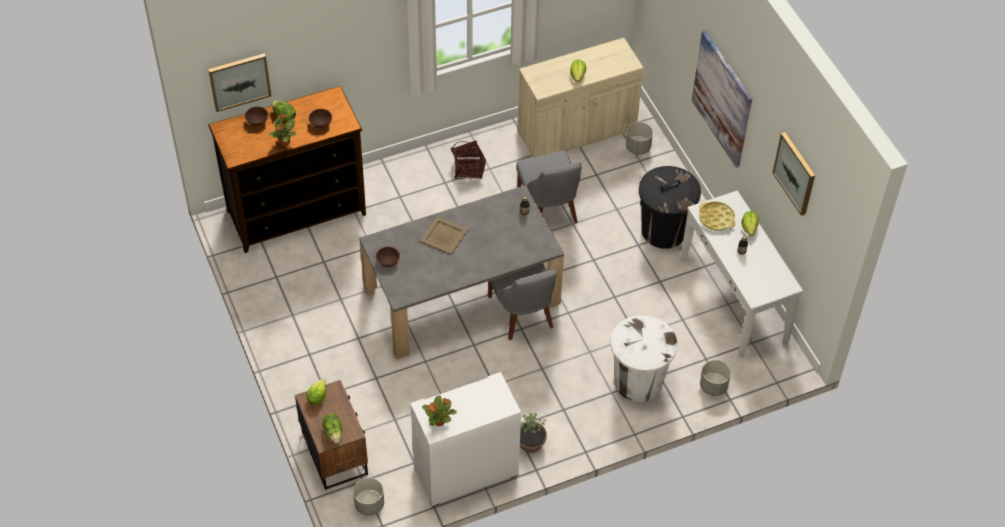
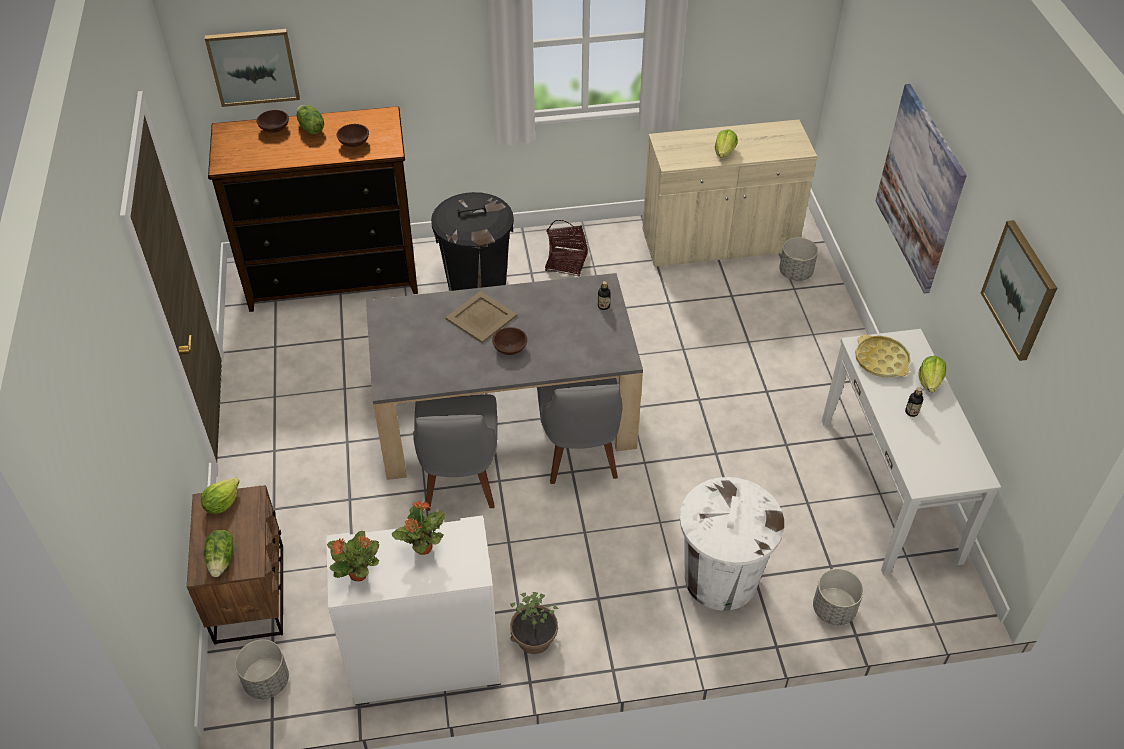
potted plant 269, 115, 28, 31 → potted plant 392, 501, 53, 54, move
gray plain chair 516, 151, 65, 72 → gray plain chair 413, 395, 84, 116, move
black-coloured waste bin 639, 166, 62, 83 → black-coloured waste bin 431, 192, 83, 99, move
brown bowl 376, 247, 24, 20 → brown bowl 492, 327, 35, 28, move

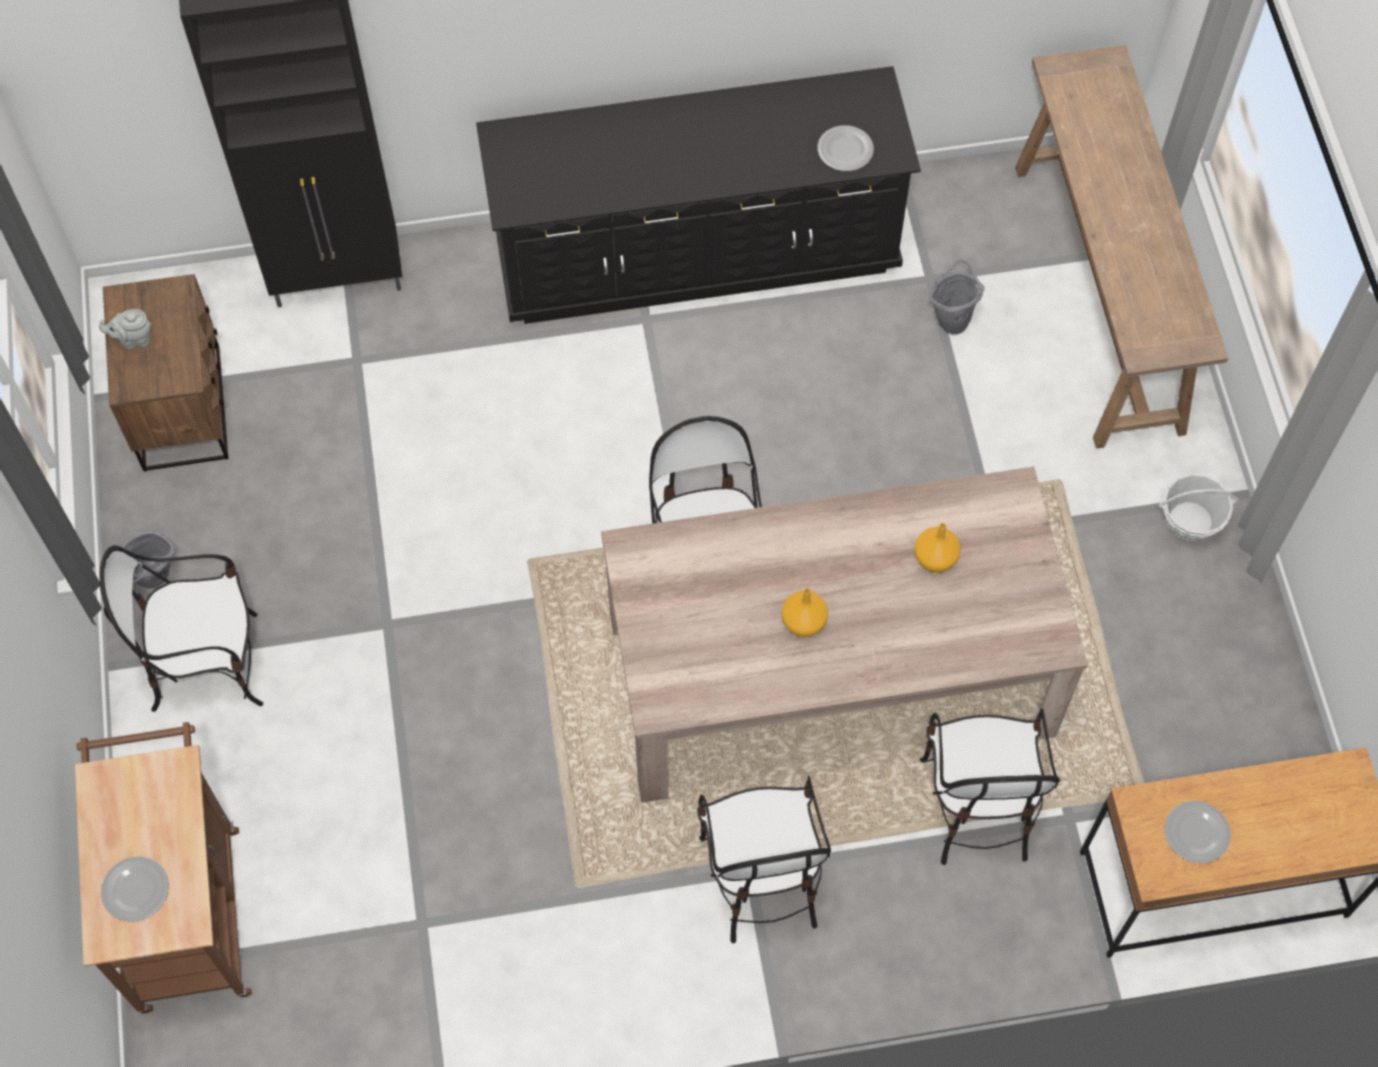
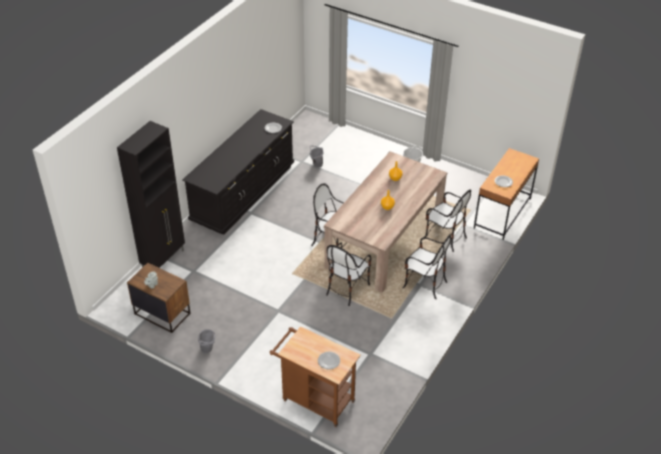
plain chair 99, 546, 164, 166 → plain chair 326, 243, 45, 63, move
brown narrow table 1015, 45, 213, 404 → -

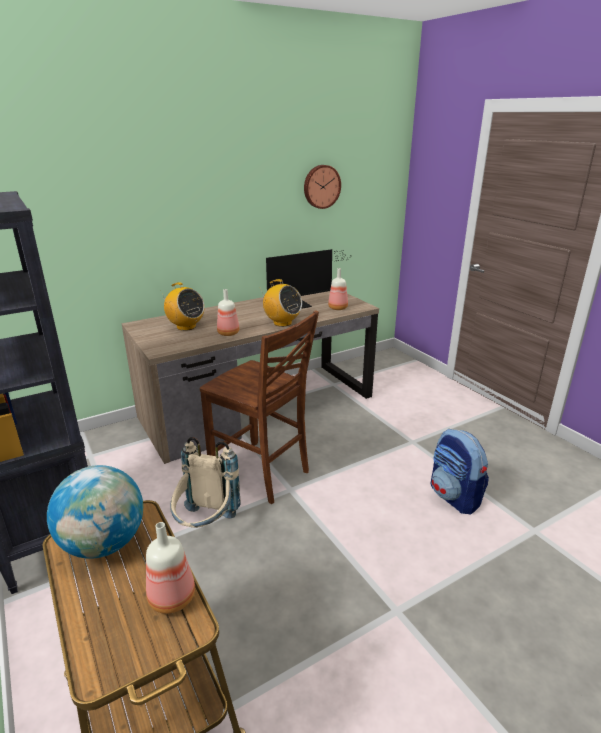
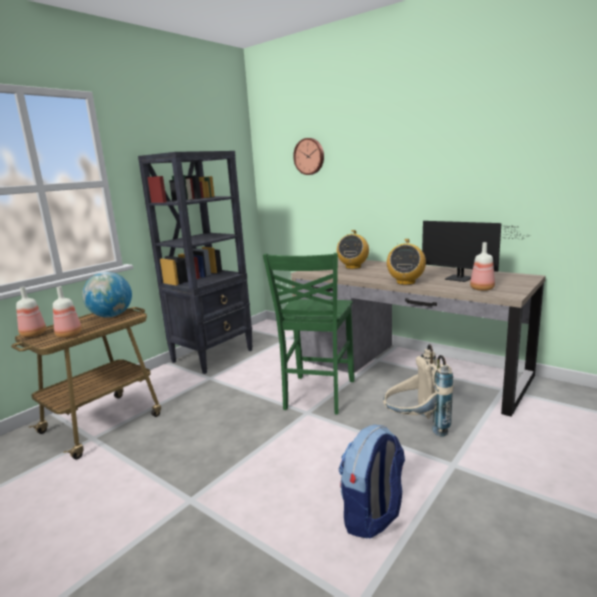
drink bottle 217, 289, 23, 47 → drink bottle 16, 287, 30, 50, move
brown plain chair 200, 310, 119, 194 → green-coloured plain chair 263, 253, 92, 162
clock on the wall 304, 165, 37, 44 → clock on the wall 293, 138, 31, 37, move
sand-coloured rucksack 170, 437, 71, 91 → sand-coloured rucksack 383, 344, 71, 93, move

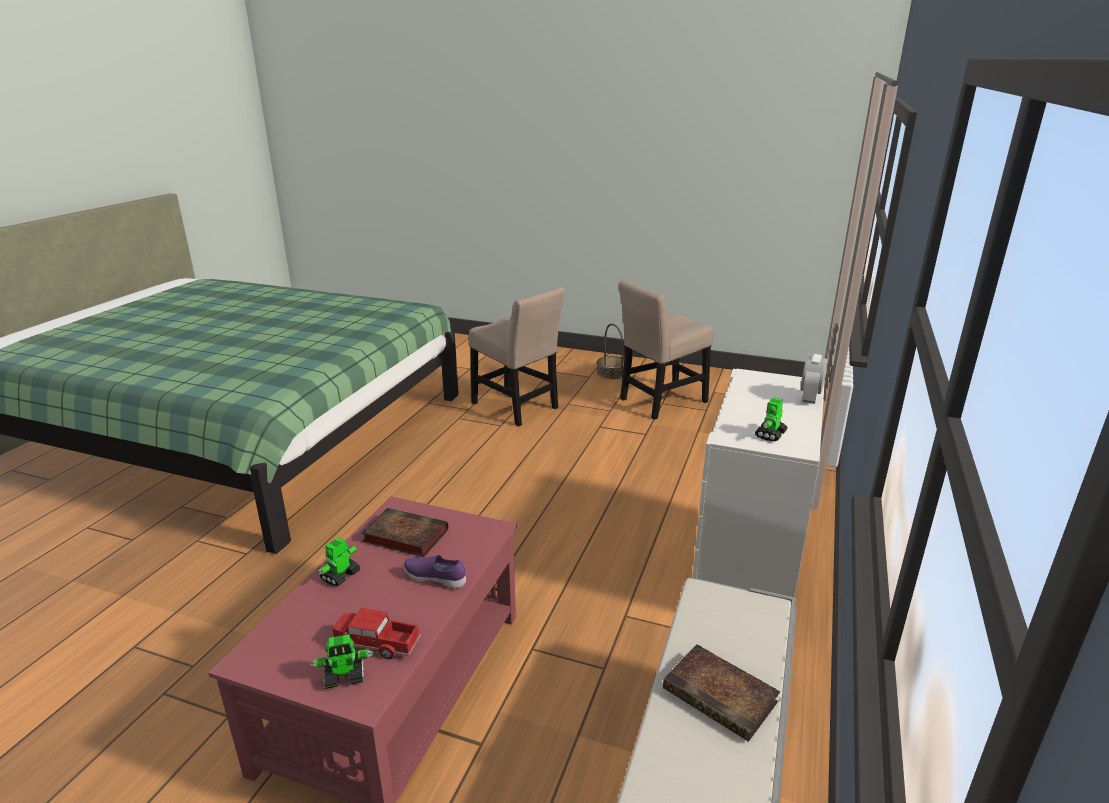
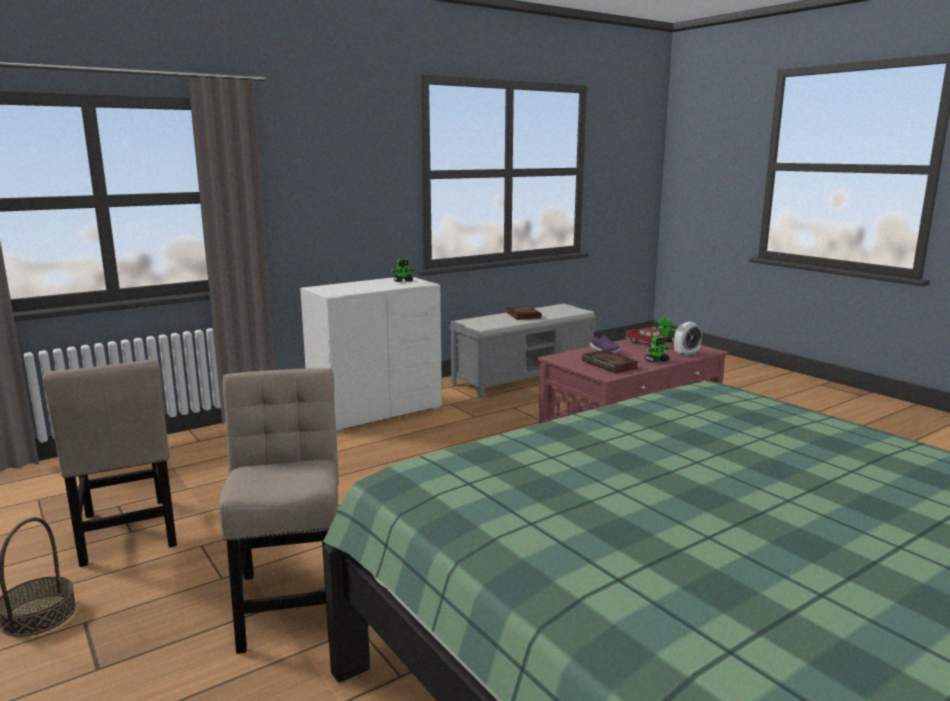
sand-coloured plain chair 618, 280, 95, 140 → sand-coloured plain chair 43, 359, 134, 208, 60 degrees clockwise
alarm clock 801, 354, 27, 50 → alarm clock 674, 322, 28, 34, move

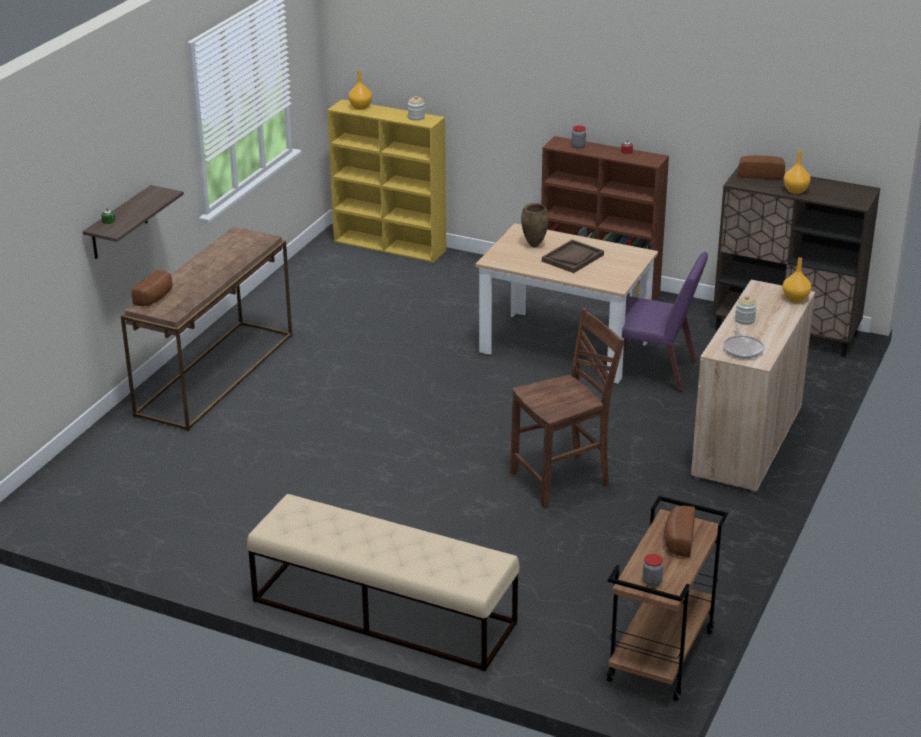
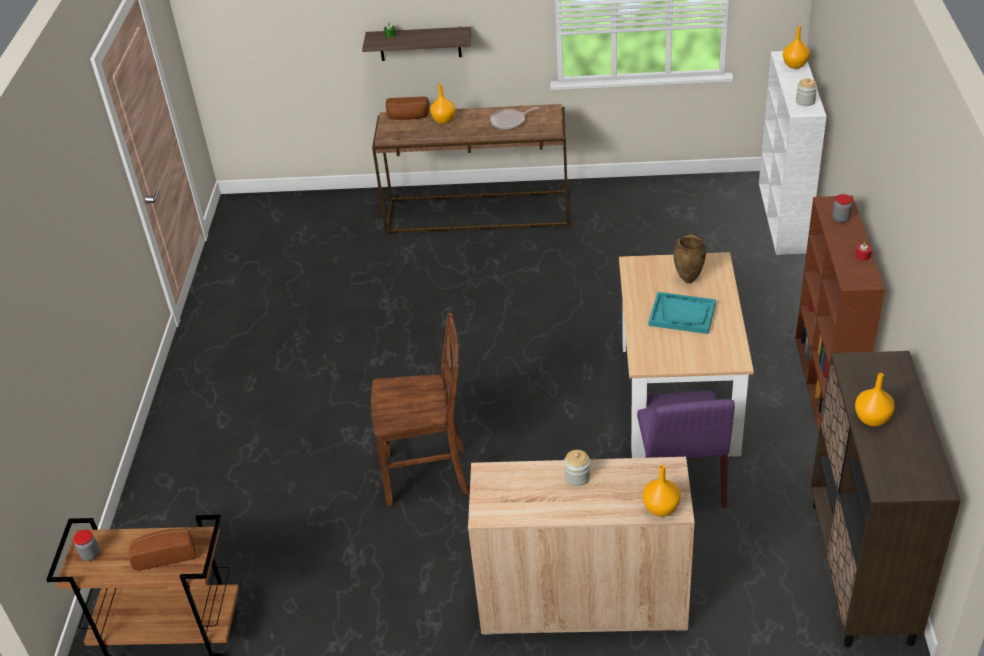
brown plain chair 510, 308, 114, 200 → brown plain chair 371, 313, 98, 193, 45 degrees counterclockwise
- → orangey vase 430, 84, 25, 40
pan 723, 324, 41, 35 → pan 490, 107, 48, 23, move
brown tray 542, 240, 62, 33 → blue-green tray 648, 292, 68, 42
yellow-coloured shelving unit 327, 99, 119, 163 → whitish shelving unit 759, 51, 68, 204
sand-coloured long seat 247, 494, 273, 177 → -
bread 739, 155, 46, 24 → -

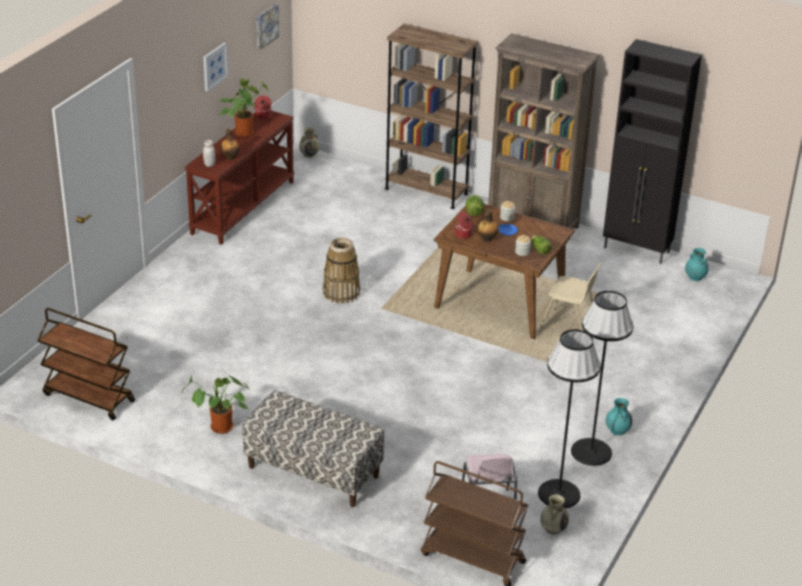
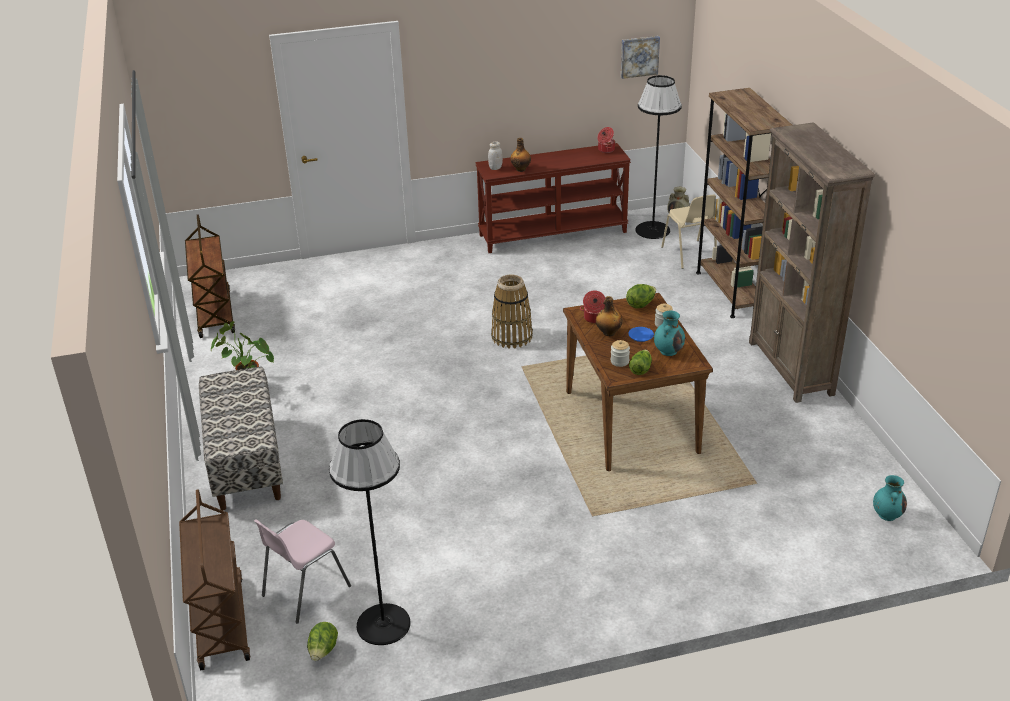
sand-coloured vase 540, 494, 29, 41 → head of lettuce 307, 622, 31, 39
black-coloured floor lamp 571, 291, 62, 175 → black-coloured floor lamp 635, 75, 47, 164, move
blue-green vase 606, 398, 26, 38 → blue-green vase 654, 311, 31, 45, move
sand-coloured plain chair 539, 263, 63, 68 → sand-coloured plain chair 661, 195, 56, 74, move
picture 203, 43, 25, 49 → -
potted plant 220, 79, 49, 58 → -
black-coloured cupboard 603, 39, 99, 225 → -

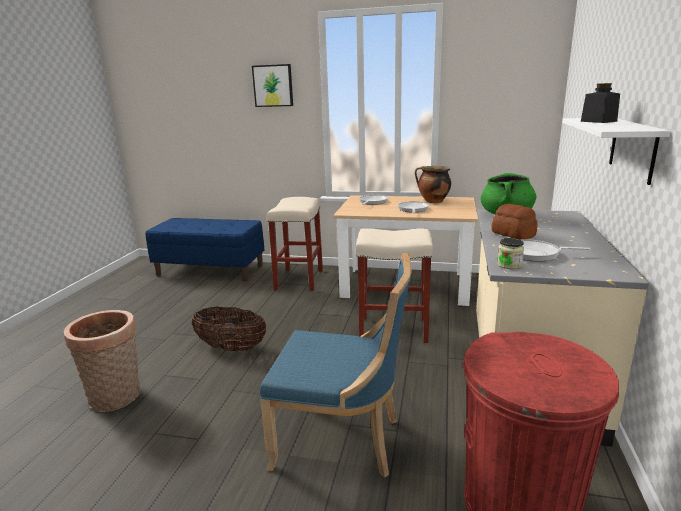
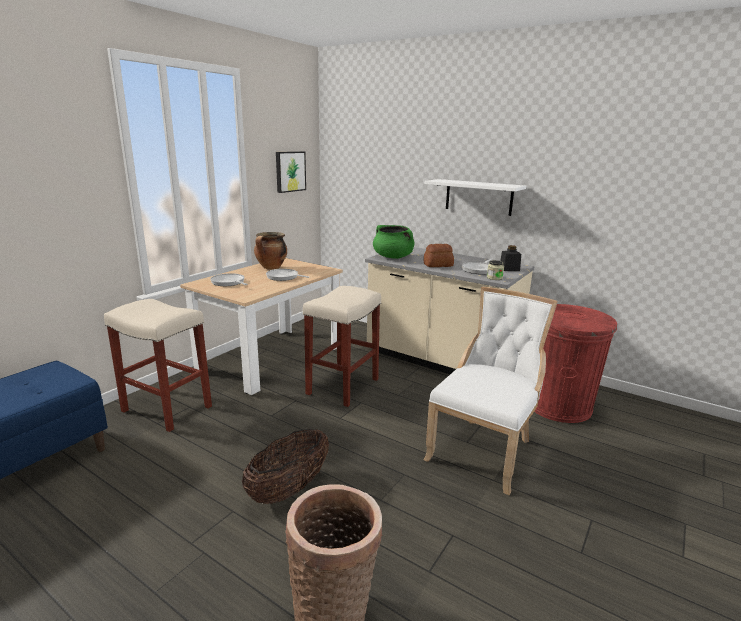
picture 252, 64, 41, 43 → picture 276, 151, 30, 42, move
blue plain chair 260, 253, 152, 225 → whitish plain chair 423, 287, 135, 208
black-coloured jar 581, 83, 39, 40 → black-coloured jar 500, 245, 21, 26, move

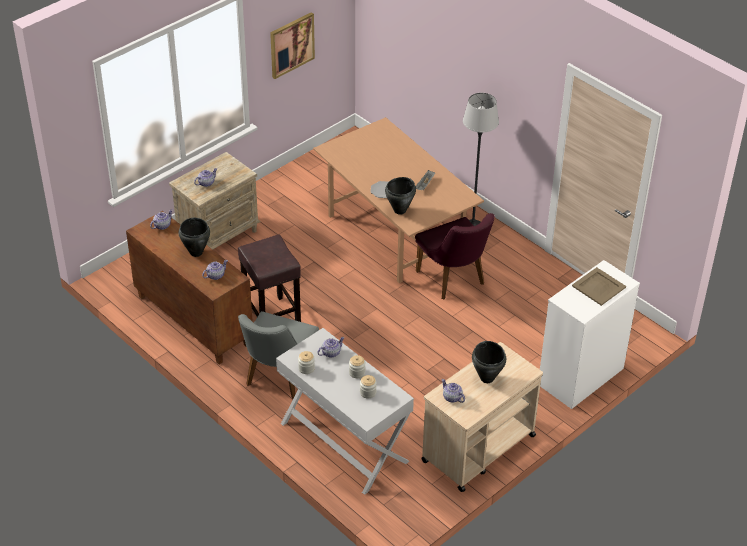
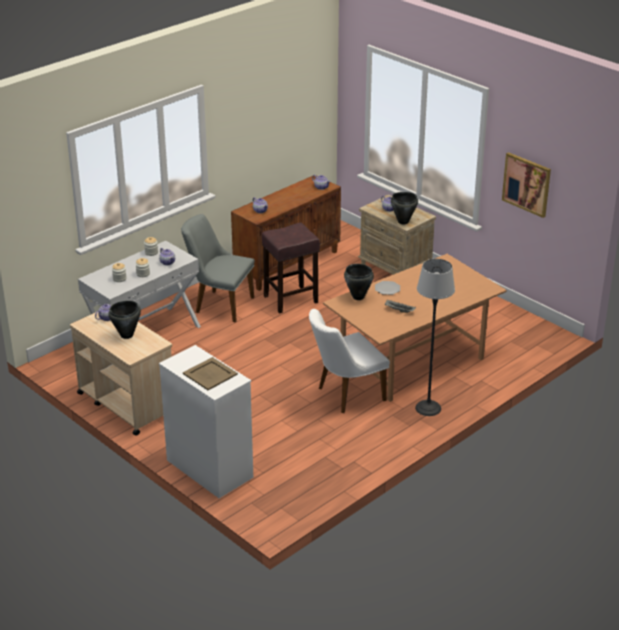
purplish plain chair 415, 213, 80, 87 → whitish plain chair 309, 309, 81, 104
black-coloured stockpot 179, 218, 31, 39 → black-coloured stockpot 391, 192, 27, 33, move

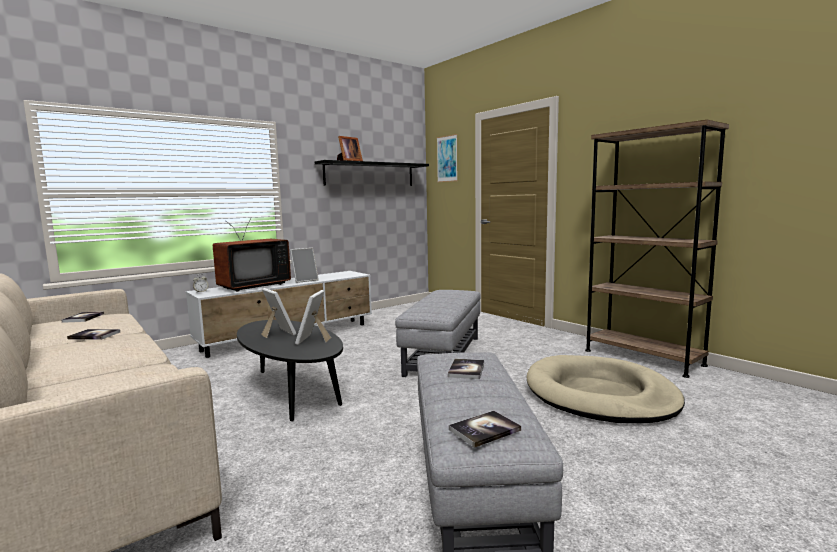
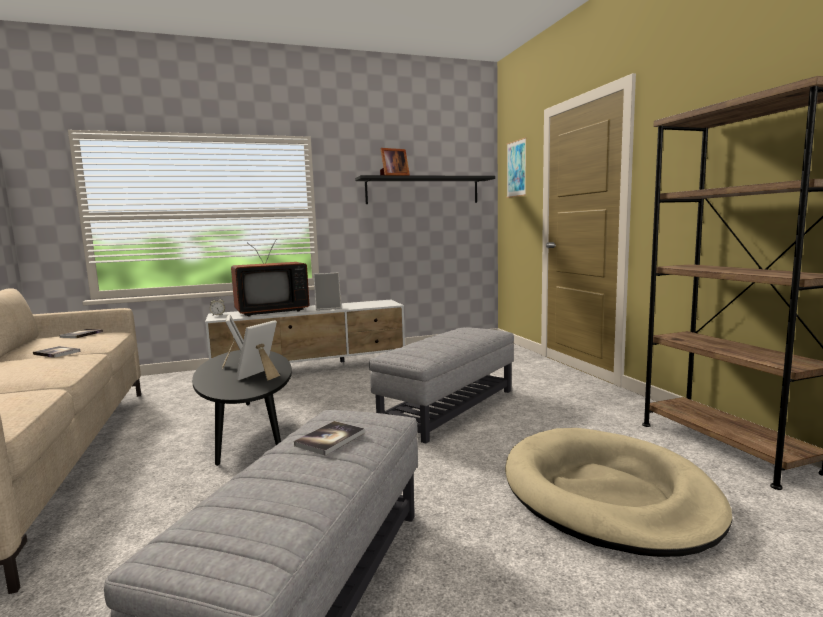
bound book 449, 411, 72, 37 → -

